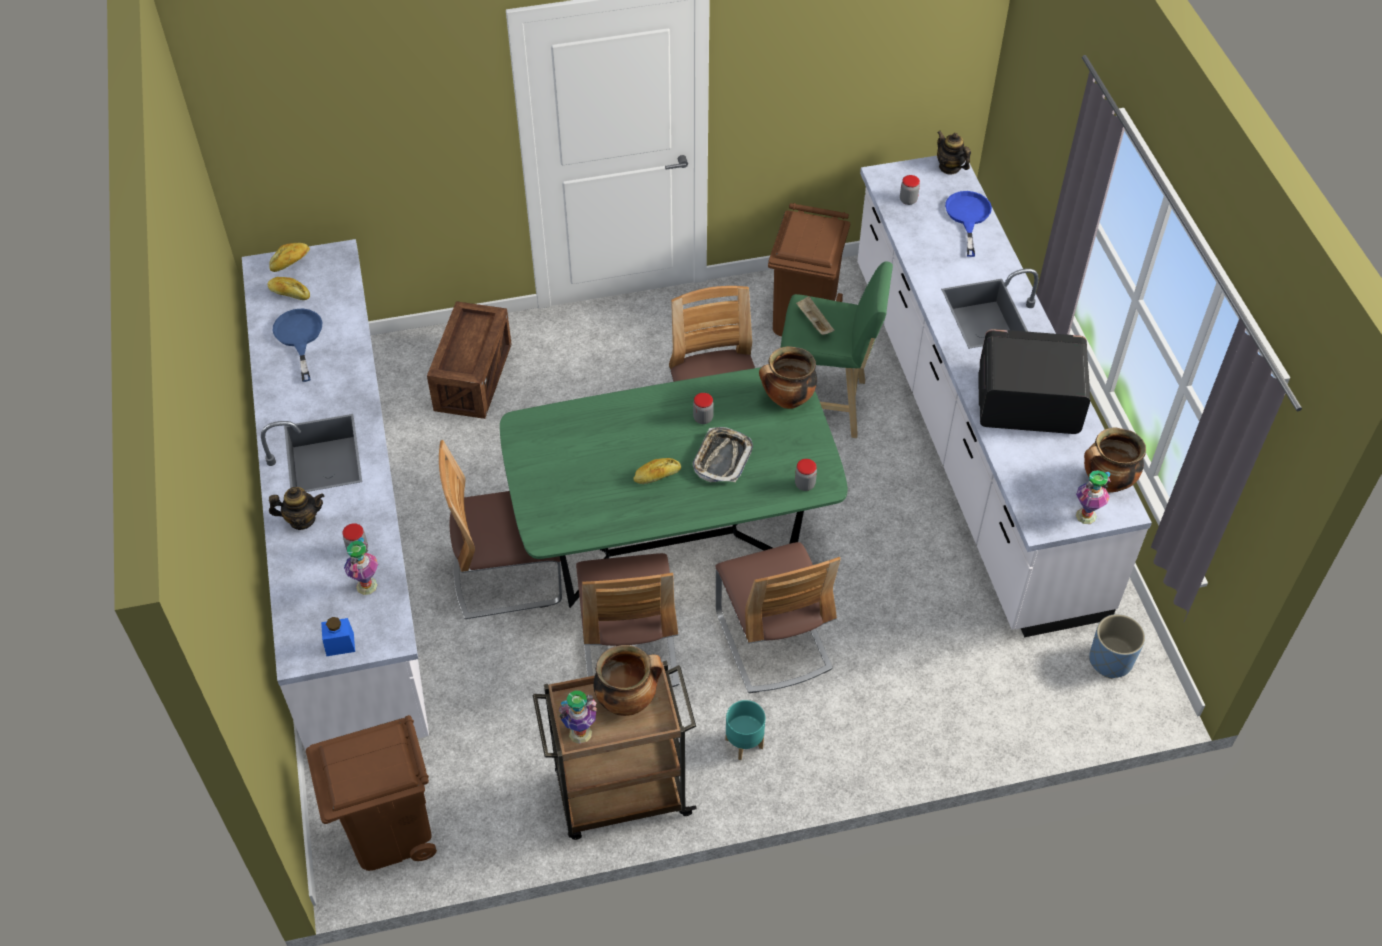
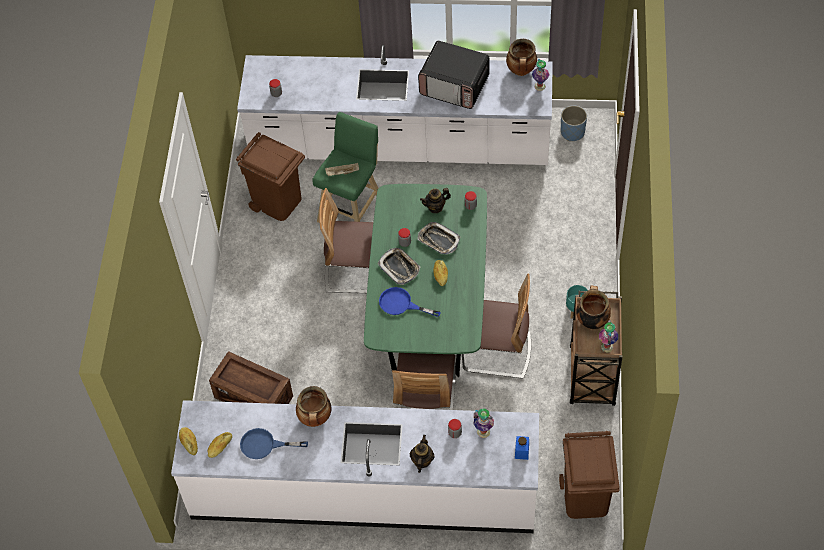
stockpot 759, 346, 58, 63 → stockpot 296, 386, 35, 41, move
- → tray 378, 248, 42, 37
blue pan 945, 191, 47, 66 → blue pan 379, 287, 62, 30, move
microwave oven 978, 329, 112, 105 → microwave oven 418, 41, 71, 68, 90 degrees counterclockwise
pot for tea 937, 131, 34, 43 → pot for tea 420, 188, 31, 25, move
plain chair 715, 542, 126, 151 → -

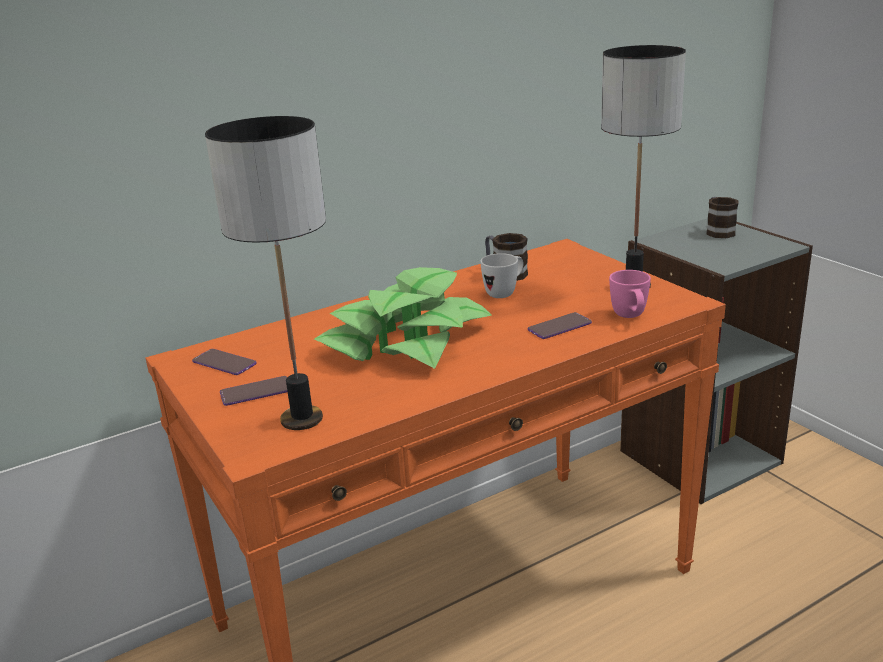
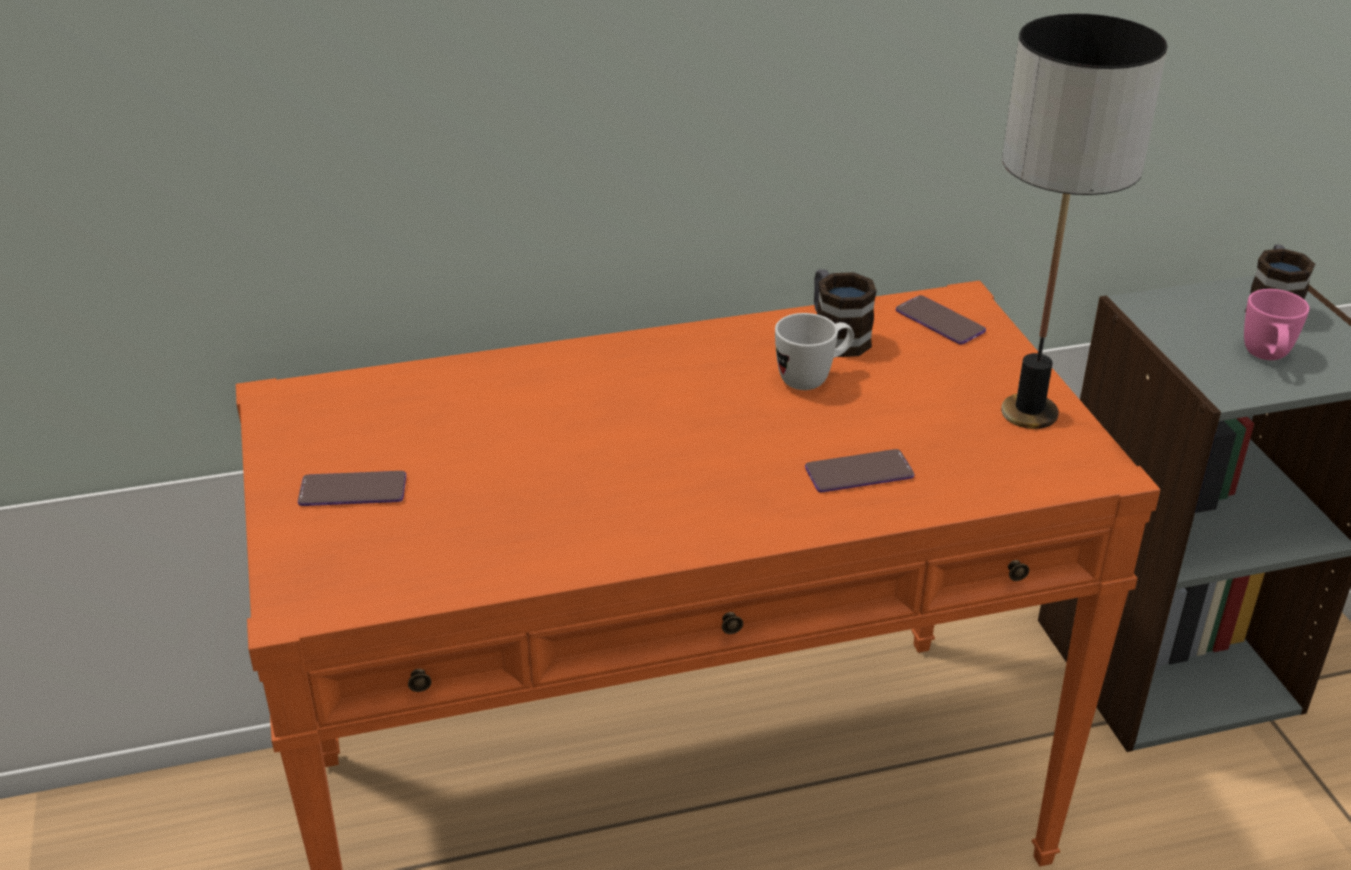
handset 192, 349, 65, 26 → handset 896, 295, 90, 50, move
pink-coloured tea mug 609, 270, 42, 48 → pink-coloured tea mug 1244, 289, 65, 71, move
table lamp 205, 116, 121, 314 → -
potted plant 314, 267, 177, 102 → -

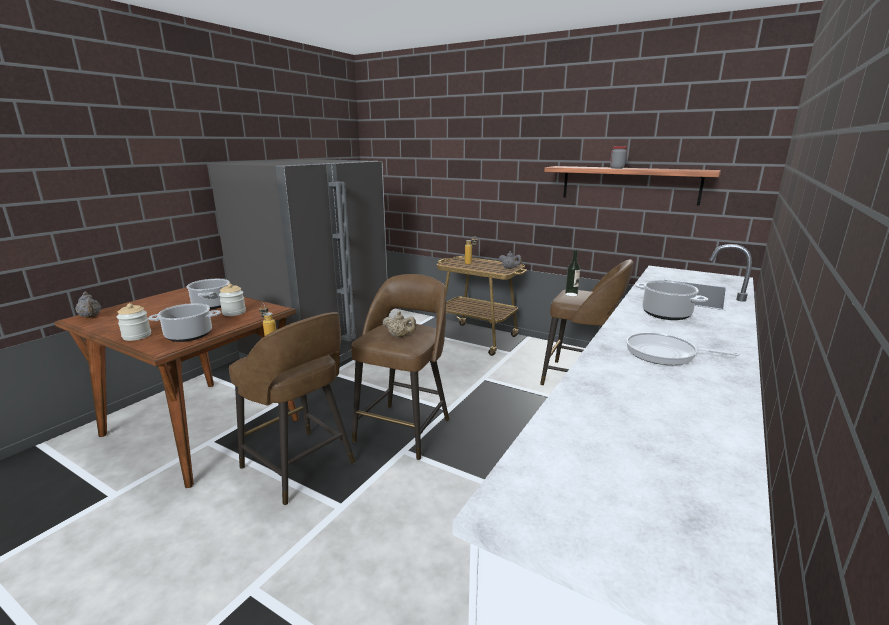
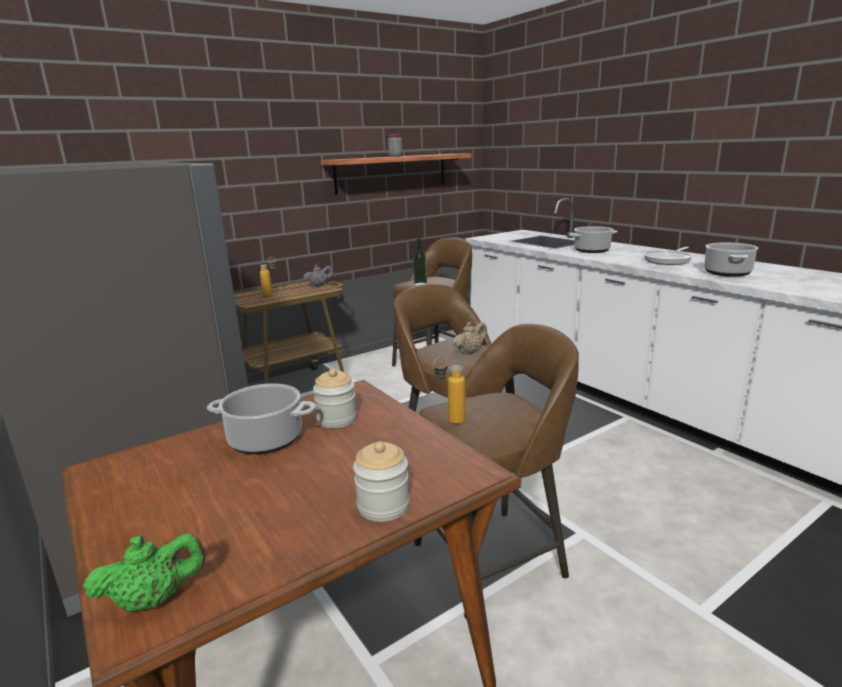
gray pot for tea 75, 292, 26, 26 → green-coloured pot for tea 83, 533, 123, 79
stockpot 148, 303, 73, 39 → stockpot 704, 242, 54, 35, move

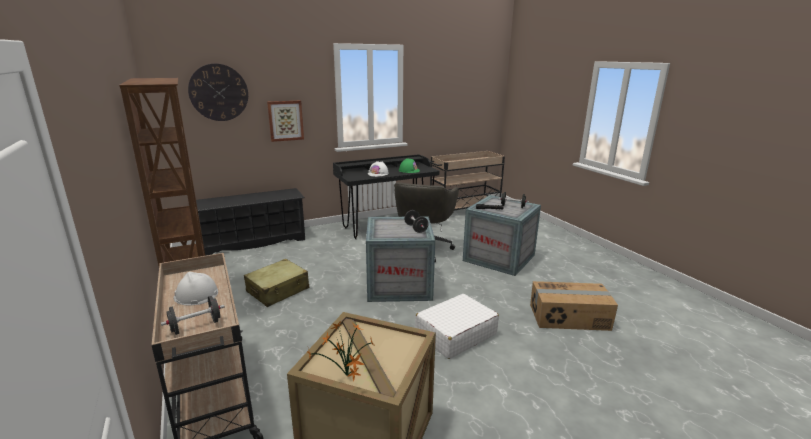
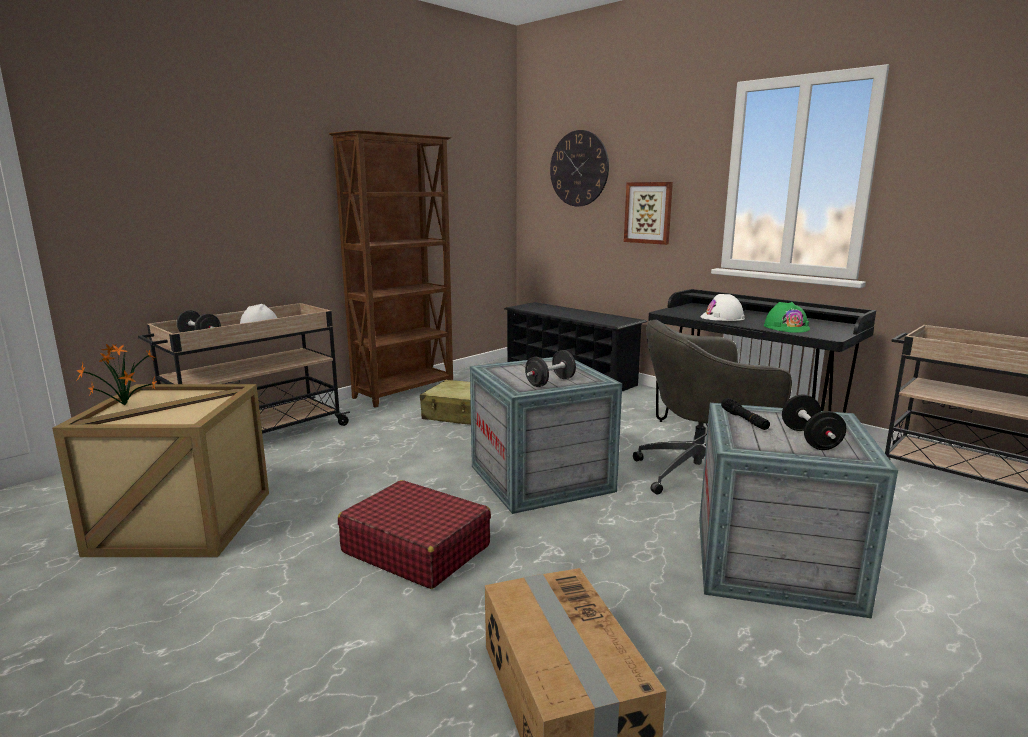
whitish piece of luggage 415, 294, 84, 65 → reddish piece of luggage 338, 480, 153, 109

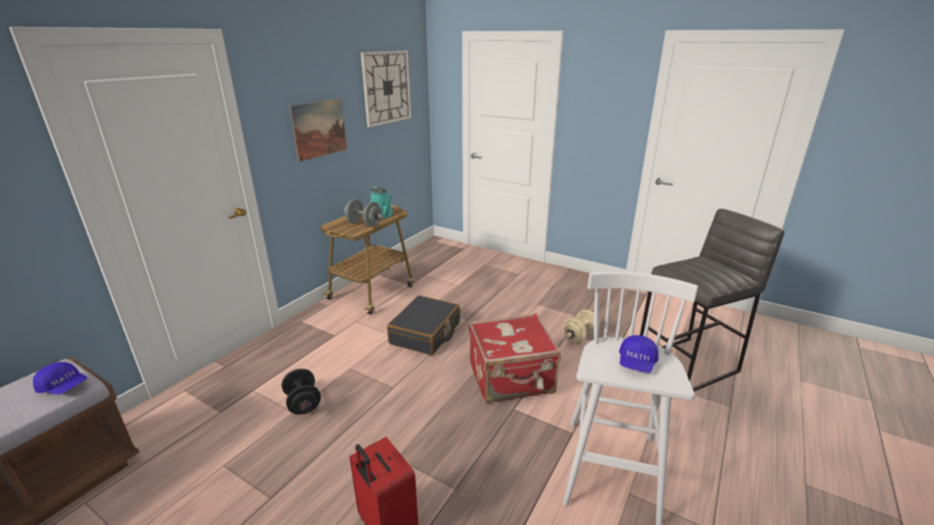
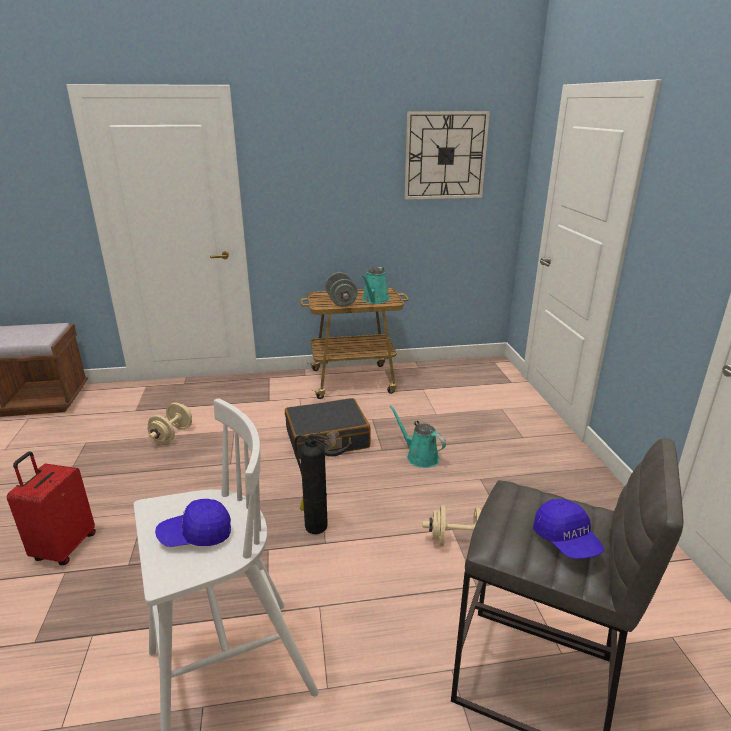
black-coloured dumbbell 282, 369, 39, 46 → sand-coloured dumbbell 148, 403, 44, 40
reddish piece of luggage 469, 313, 92, 91 → extinguisher 294, 432, 35, 102
- → blue-green sprinkling can 389, 405, 57, 63
blue peaked cap 33, 362, 54, 33 → blue peaked cap 533, 499, 71, 60, move
picture 290, 99, 57, 63 → -

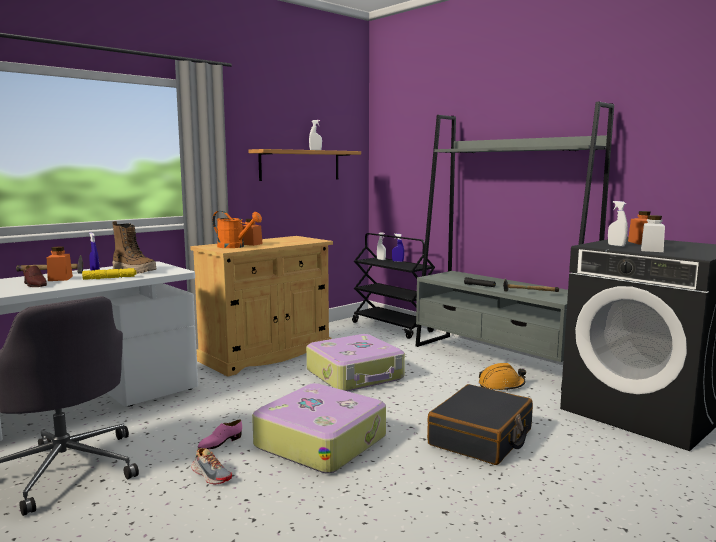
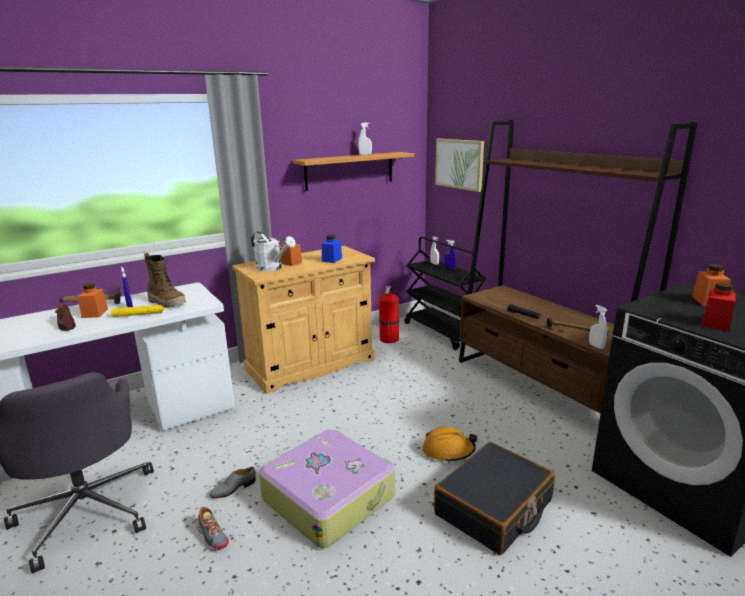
pink-coloured low shoe 198, 420, 44, 30 → gray low shoe 210, 467, 46, 31
orangey sprinkling can 212, 211, 50, 37 → whitish sprinkling can 251, 231, 45, 40
- → blue jar 322, 235, 20, 28
- → extinguisher 379, 286, 20, 57
orangey work helmet 479, 363, 47, 28 → orangey work helmet 423, 427, 54, 36, move
- → picture 435, 139, 49, 53
gray shelving unit 415, 102, 199, 288 → brown shelving unit 459, 120, 238, 294
whitish hand sprayer 608, 201, 20, 46 → whitish hand sprayer 589, 305, 19, 44, move
whitish jar 641, 215, 24, 37 → reddish jar 702, 282, 34, 49
piece of luggage 306, 334, 99, 57 → -

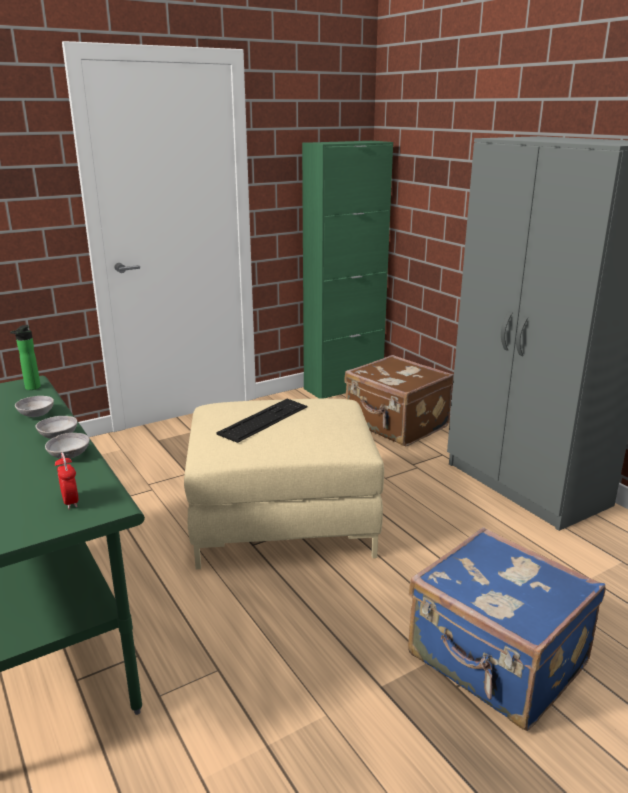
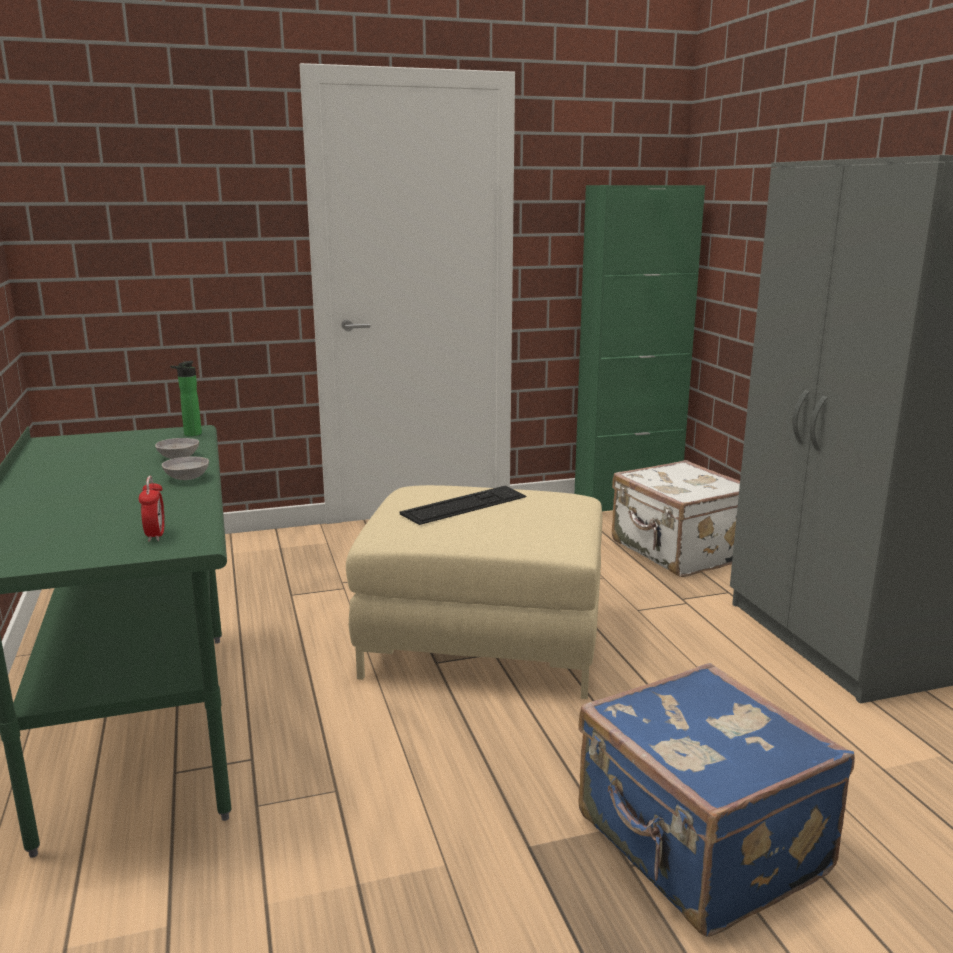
brown piece of luggage 344, 355, 110, 91 → whitish piece of luggage 612, 460, 128, 117
gray bowl 45, 433, 45, 26 → -

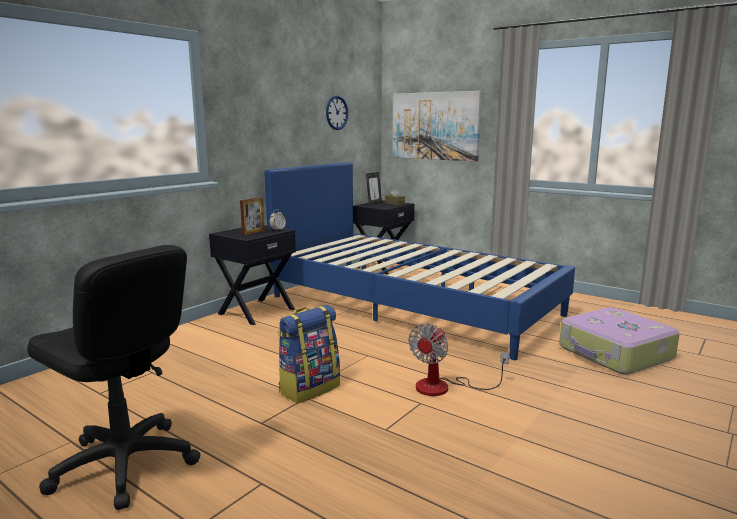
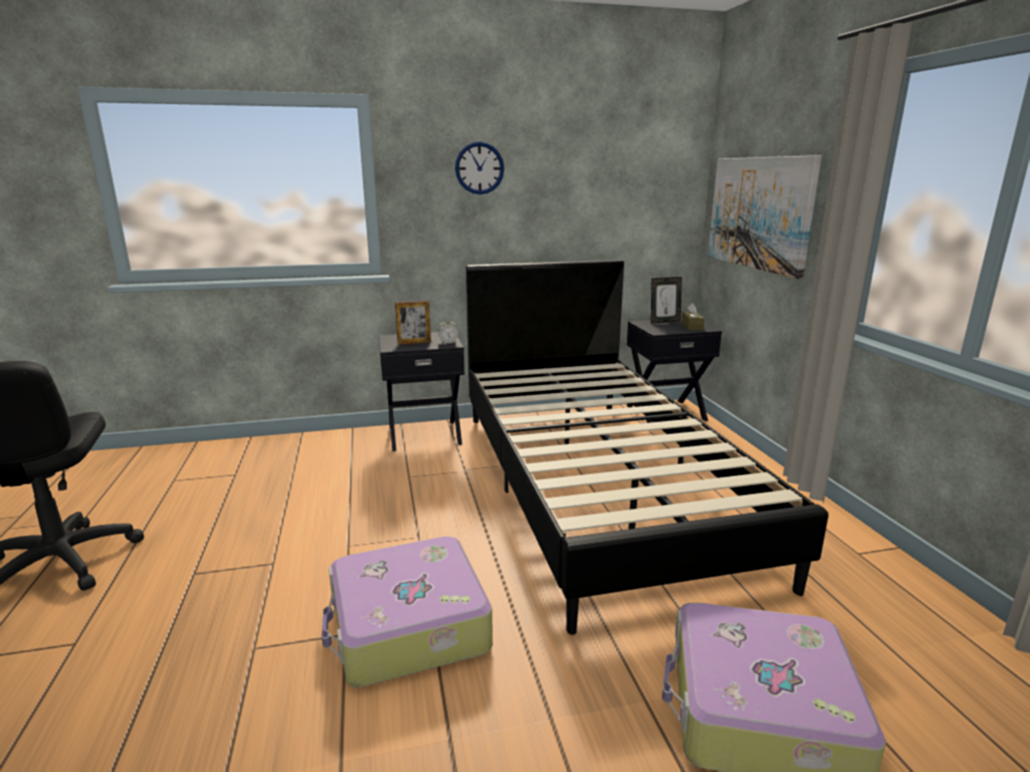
fan 409, 323, 100, 73 → piece of luggage 321, 536, 172, 152
clock on the wall 326, 96, 22, 34 → clock on the wall 455, 142, 49, 53, move
blue bedroom bed 265, 162, 310, 198 → black-coloured bedroom bed 466, 260, 363, 375
rucksack 278, 305, 62, 98 → -

